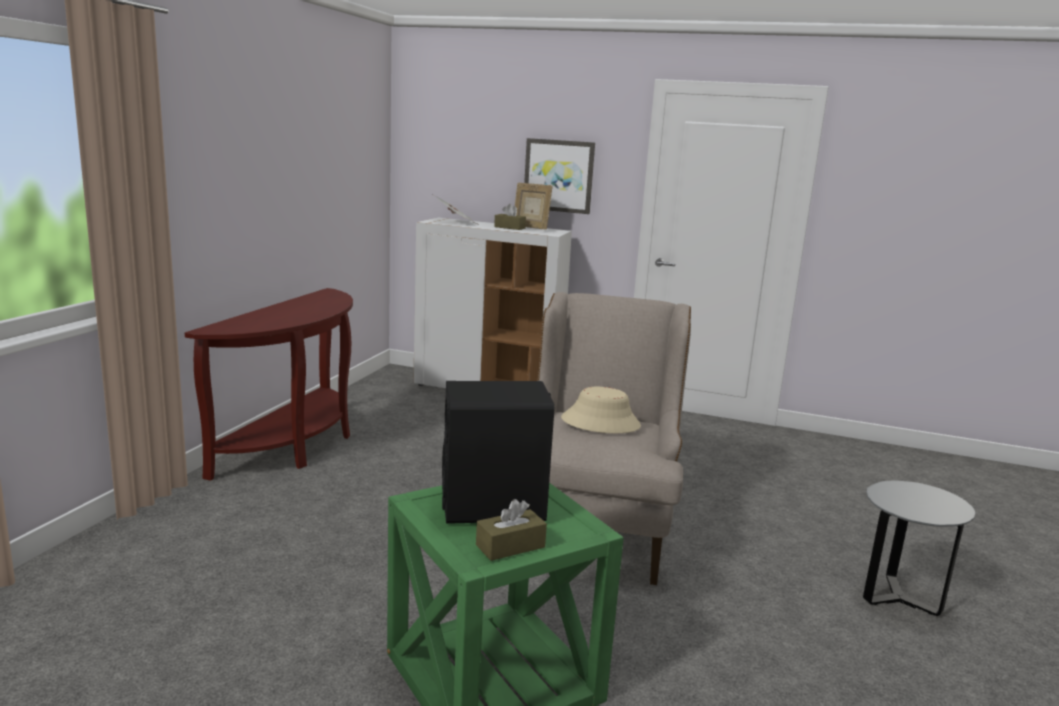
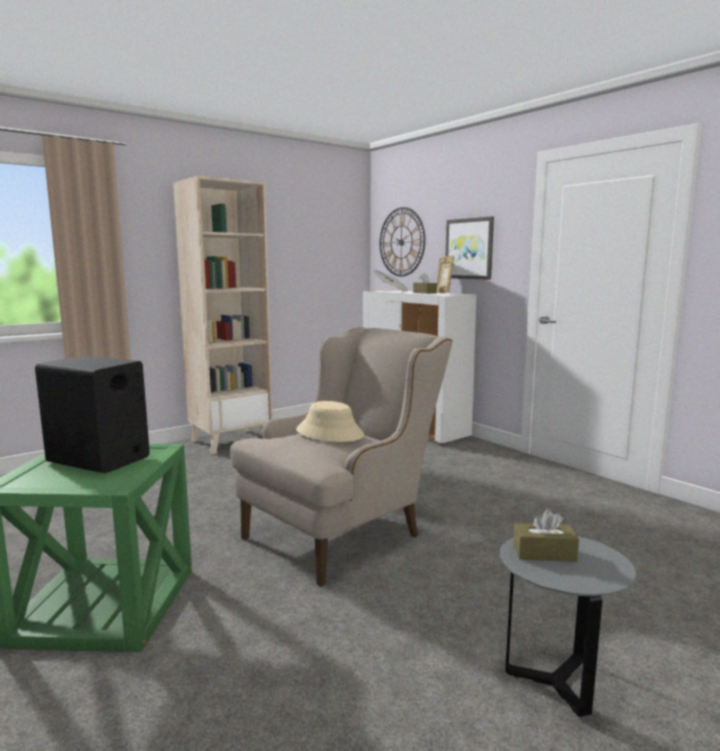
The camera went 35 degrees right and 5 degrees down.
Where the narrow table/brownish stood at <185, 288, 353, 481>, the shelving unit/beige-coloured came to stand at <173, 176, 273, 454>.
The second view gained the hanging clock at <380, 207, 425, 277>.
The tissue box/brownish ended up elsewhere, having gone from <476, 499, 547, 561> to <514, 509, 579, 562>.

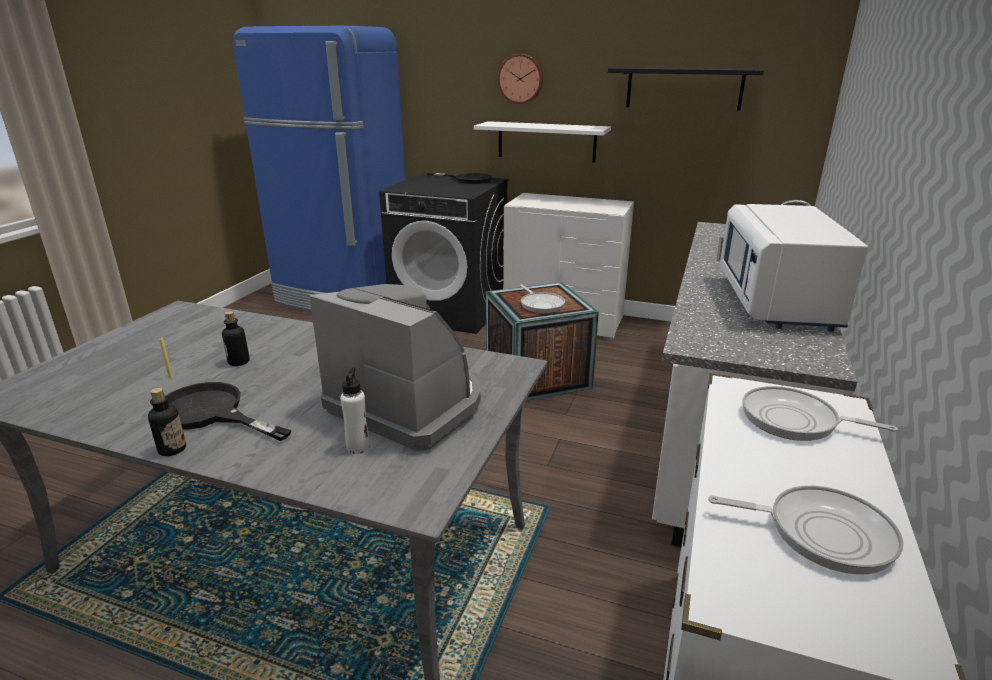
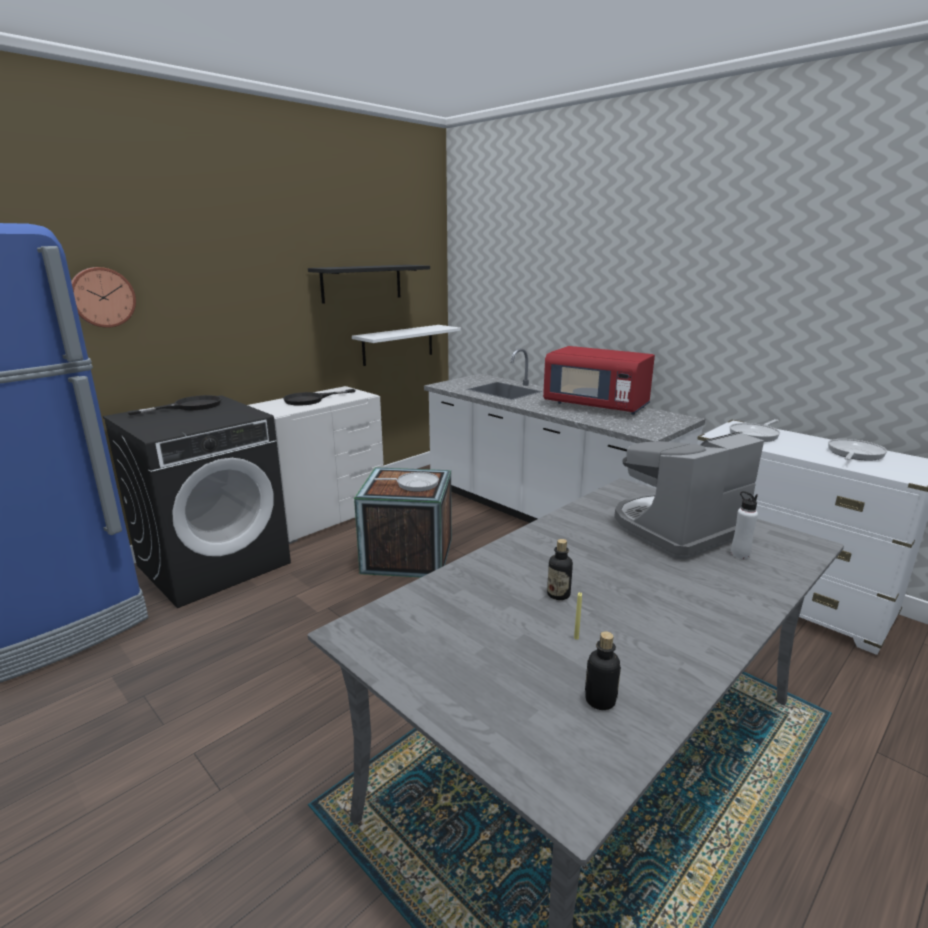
The camera went 65 degrees left and 5 degrees down.
The hanging clock ended up elsewhere, having gone from <498, 54, 543, 104> to <71, 267, 136, 328>.
The pan/black-coloured ended up elsewhere, having gone from <166, 382, 291, 441> to <283, 389, 356, 406>.
The wall shelf/whitish ended up elsewhere, having gone from <474, 121, 611, 163> to <352, 325, 461, 366>.
What was the microwave oven/whitish at <720, 204, 868, 332> turned into the microwave oven/reddish at <543, 346, 655, 415>.
The beverage bottle ended up elsewhere, having gone from <148, 388, 186, 456> to <585, 631, 621, 710>.

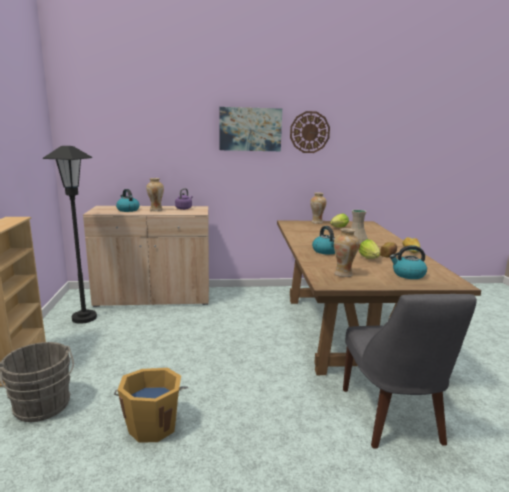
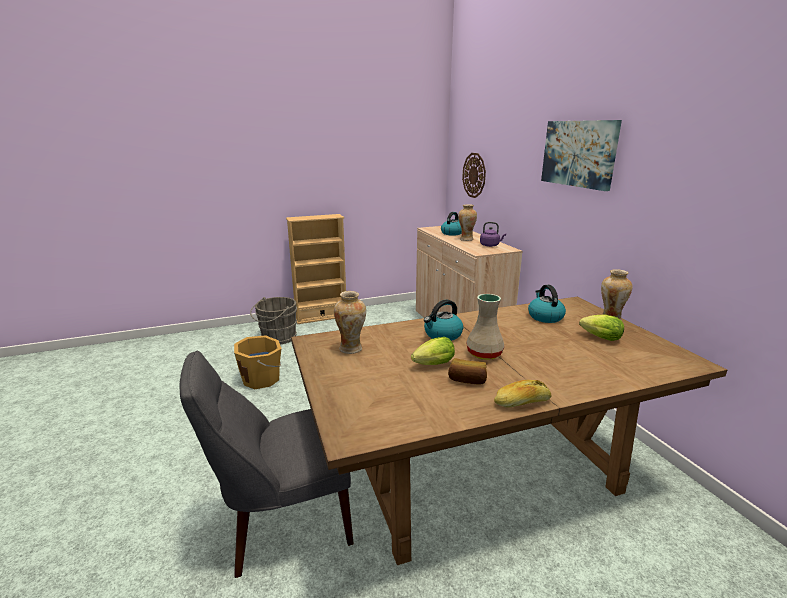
The camera went 75 degrees right and 5 degrees up.
The hanging clock ended up elsewhere, having gone from <290, 111, 330, 153> to <462, 153, 486, 198>.
The kettle ended up elsewhere, having gone from <390, 245, 427, 279> to <528, 285, 566, 323>.
The second view lost the standing lamp/black-coloured at <43, 146, 97, 324>.

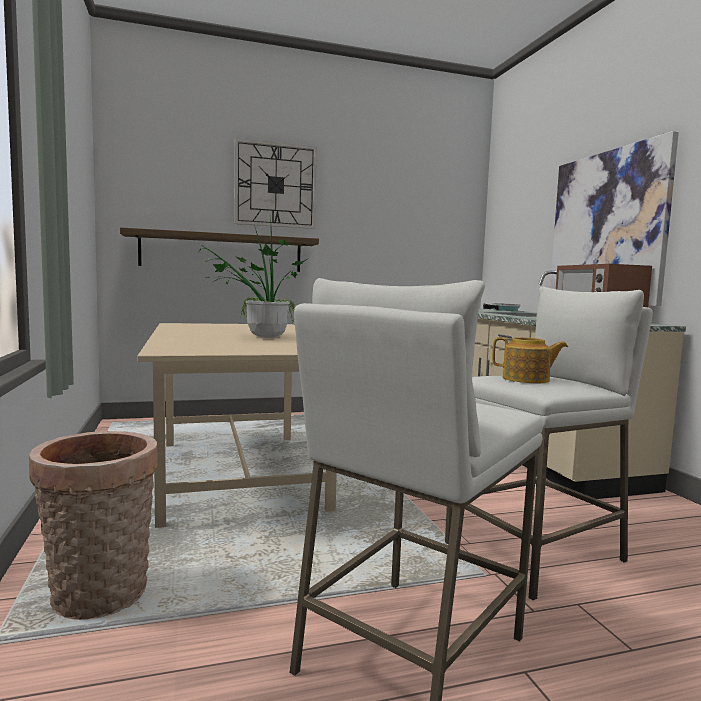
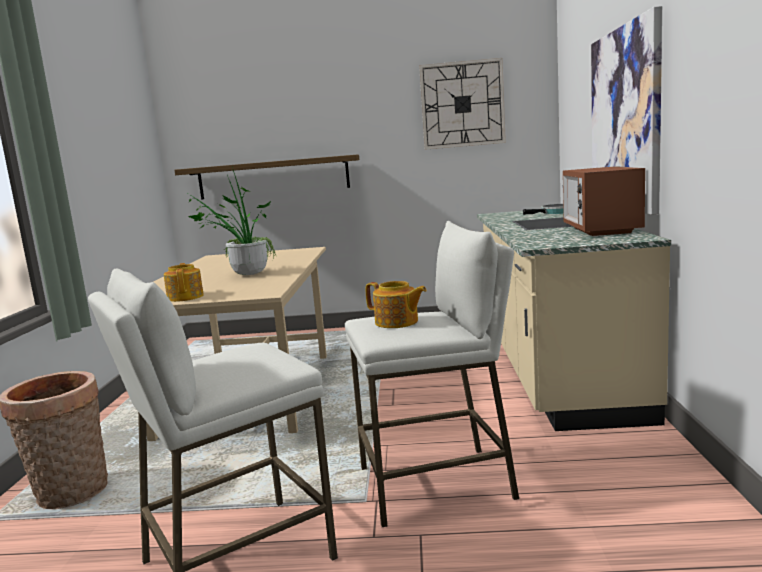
The camera went 20 degrees right and 5 degrees up.
The second view gained the tea pot at <164, 263, 204, 302>.
The hanging clock ended up elsewhere, having gone from <234, 138, 317, 229> to <419, 58, 506, 150>.

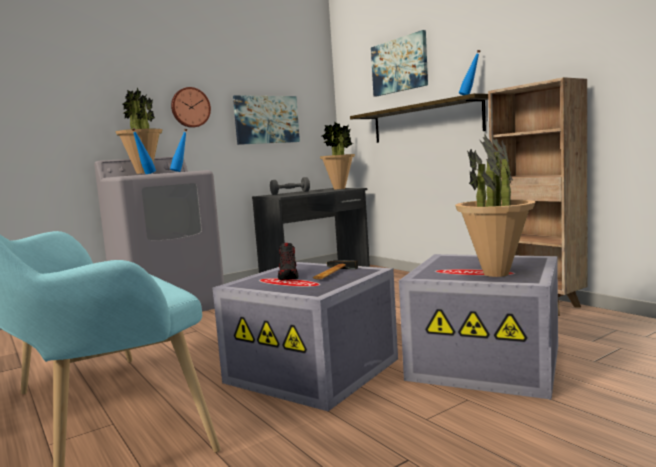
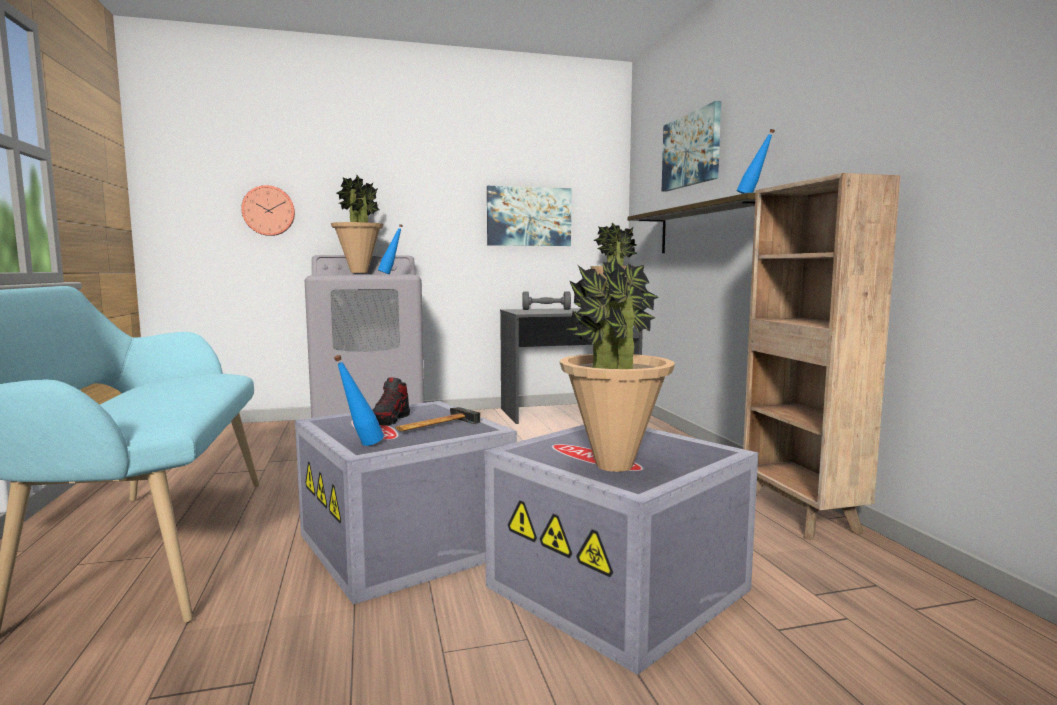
The camera went 20 degrees right and 0 degrees up.
The hanging clock ended up elsewhere, having gone from <171, 87, 211, 128> to <241, 185, 295, 236>.
The beverage bottle/blue-coloured ended up elsewhere, having gone from <132, 128, 156, 174> to <334, 355, 384, 446>.

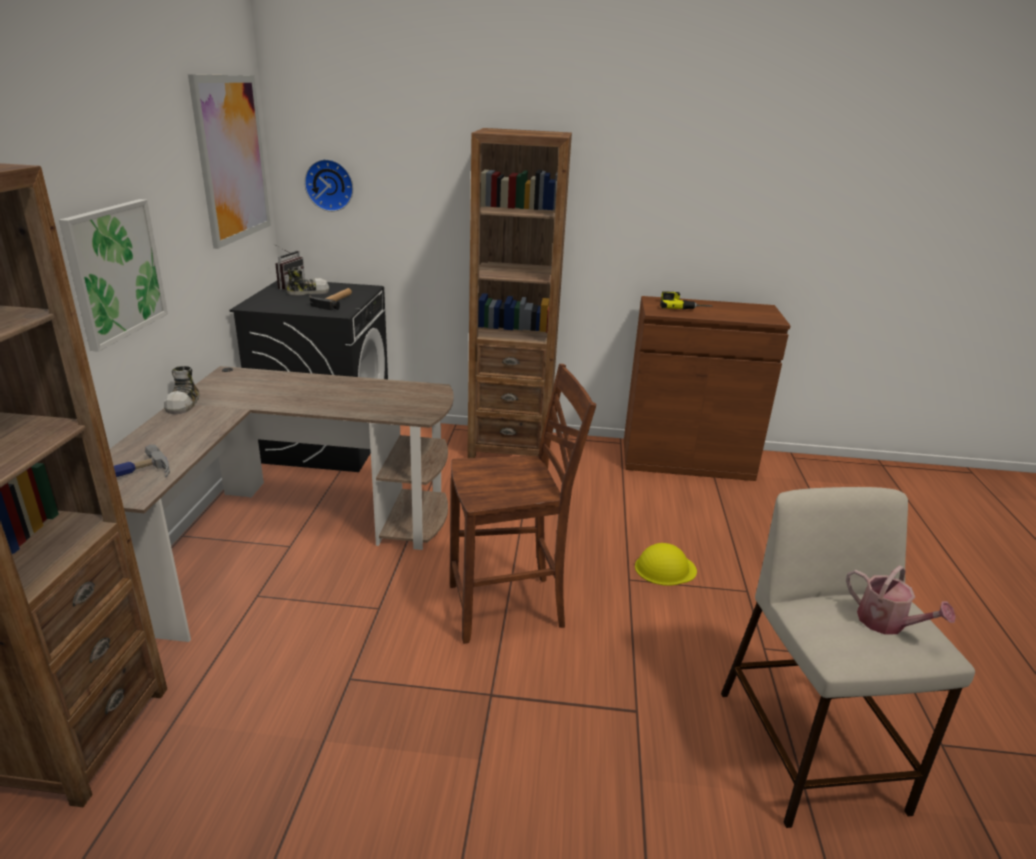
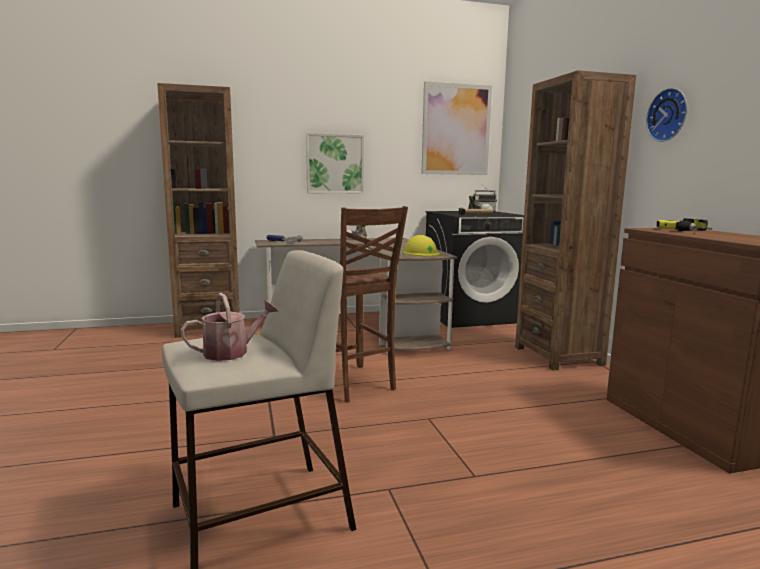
The camera went 70 degrees right and 15 degrees down.
The watering pot at <846, 565, 956, 635> ended up facing another way, 150 degrees counterclockwise from before.
The safety helmet/yellowish ended up elsewhere, having gone from <635, 543, 697, 586> to <403, 235, 441, 256>.
The hanging clock ended up elsewhere, having gone from <304, 159, 353, 212> to <646, 88, 687, 142>.

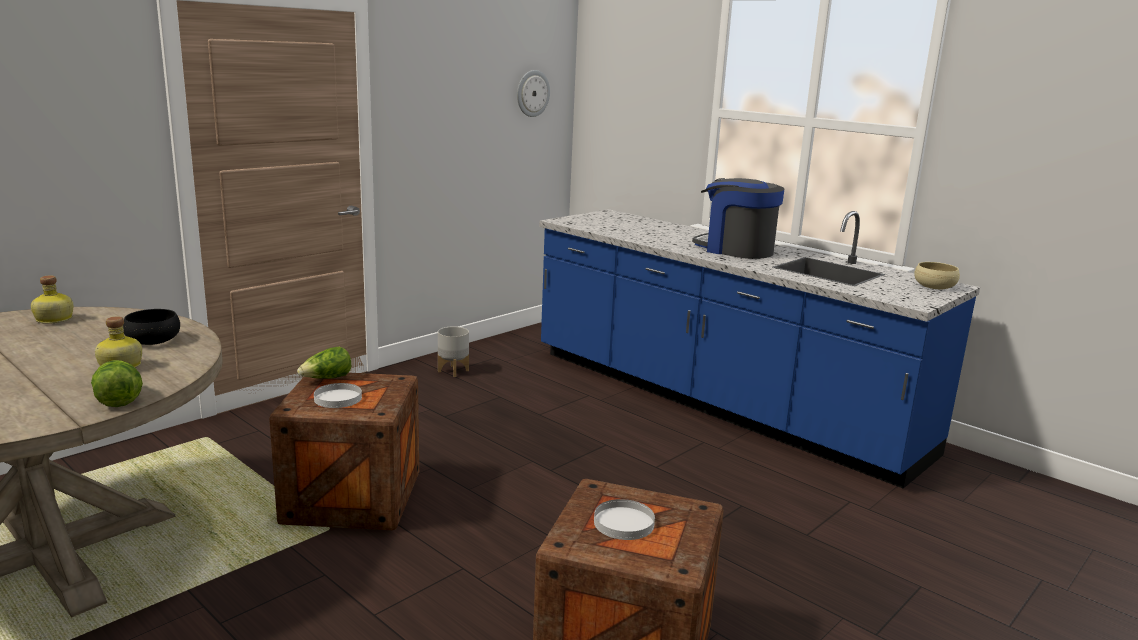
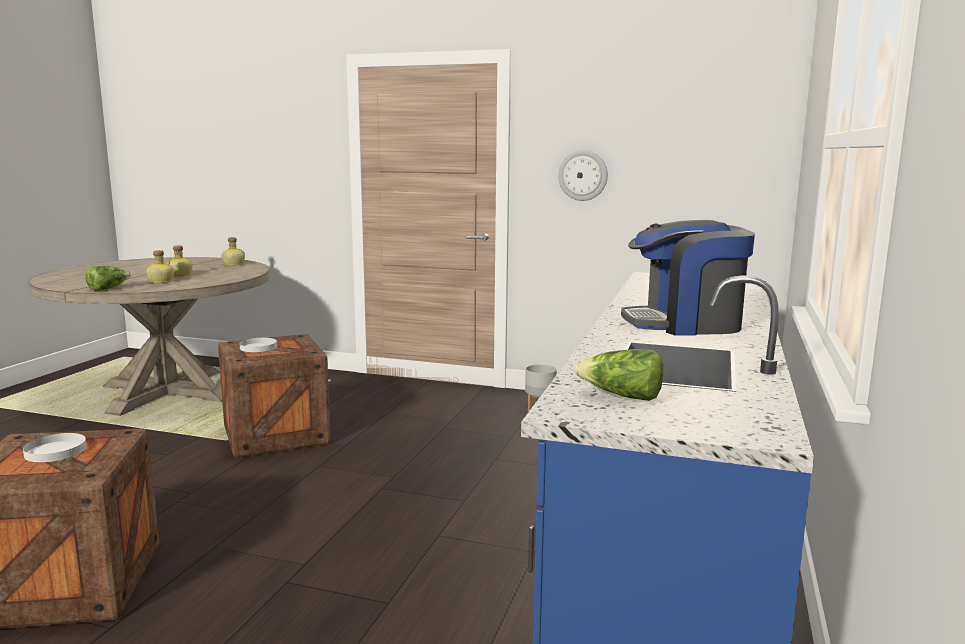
The camera went 65 degrees right and 5 degrees down.
The second view gained the beverage bottle at <166, 245, 193, 277>.
The hanging clock ended up elsewhere, having gone from <517, 70, 550, 117> to <558, 150, 608, 201>.
The lettuce head ended up elsewhere, having gone from <297, 346, 351, 379> to <574, 349, 663, 401>.
The coffee brewer at <692, 178, 784, 259> ended up facing another way, 105 degrees counterclockwise from before.
The second view lost the bowl/black-coloured at <123, 309, 180, 345>.
The second view lost the bowl/beige-coloured at <914, 262, 960, 289>.

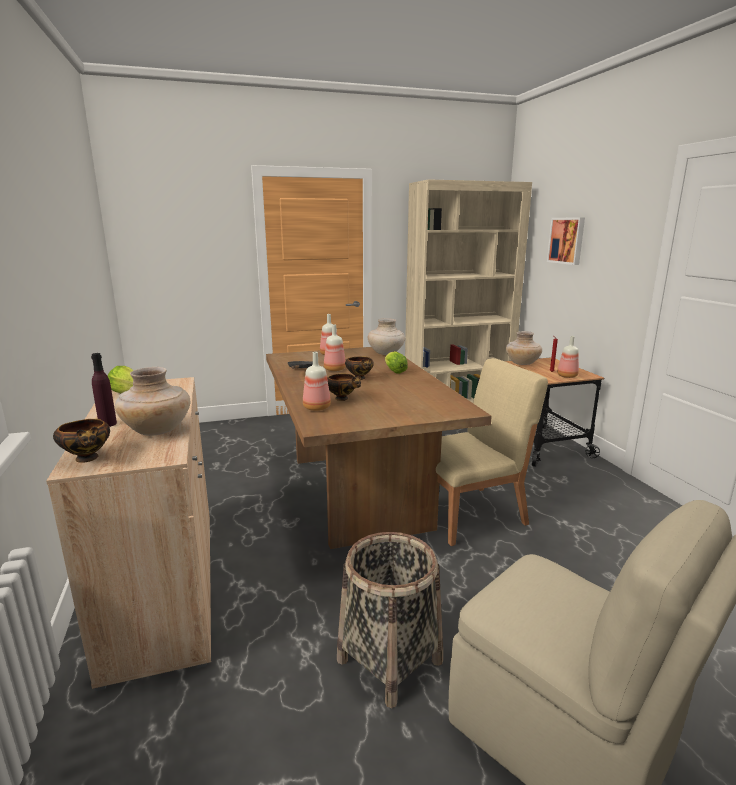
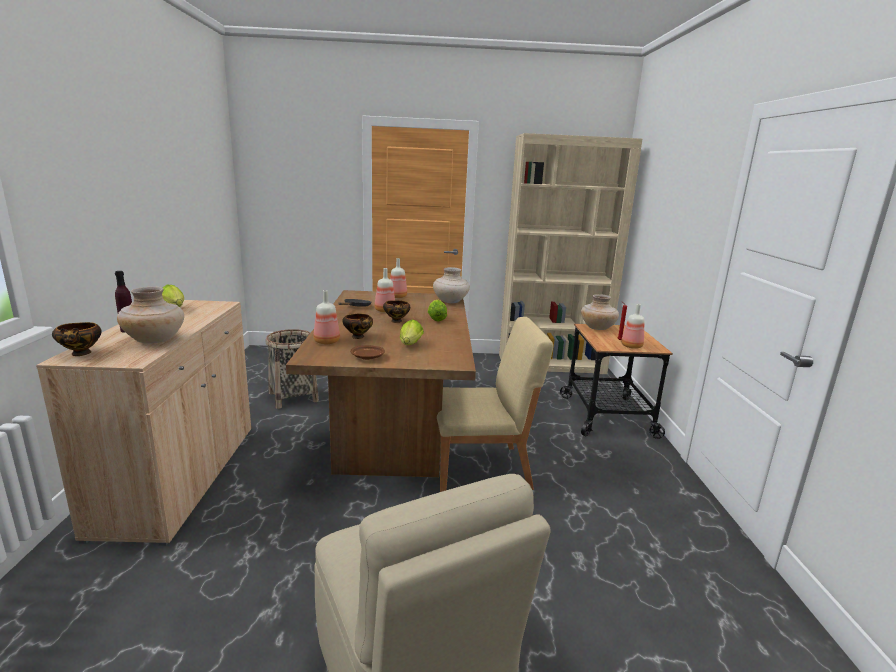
The camera went 15 degrees right and 0 degrees up.
The household basket ended up elsewhere, having gone from <337, 532, 443, 708> to <266, 329, 319, 409>.
The second view gained the dinner plate/brownish at <350, 345, 385, 360>.
The second view gained the lettuce head at <400, 320, 424, 345>.
The second view lost the wall picture at <547, 217, 585, 265>.

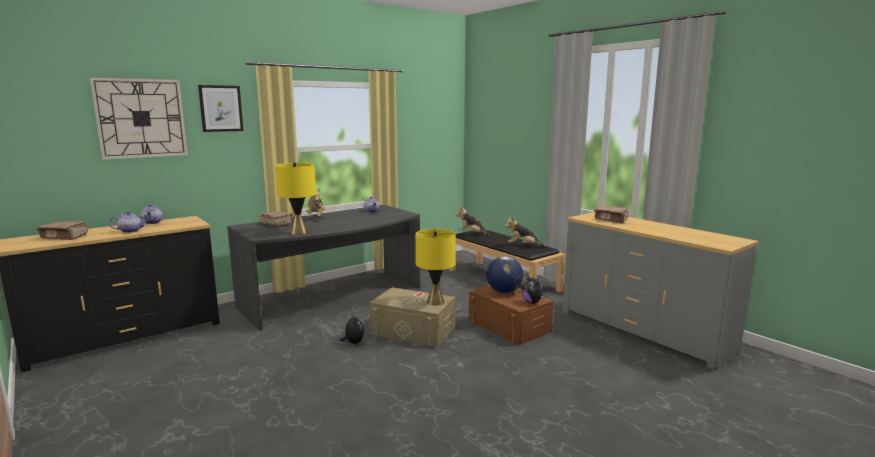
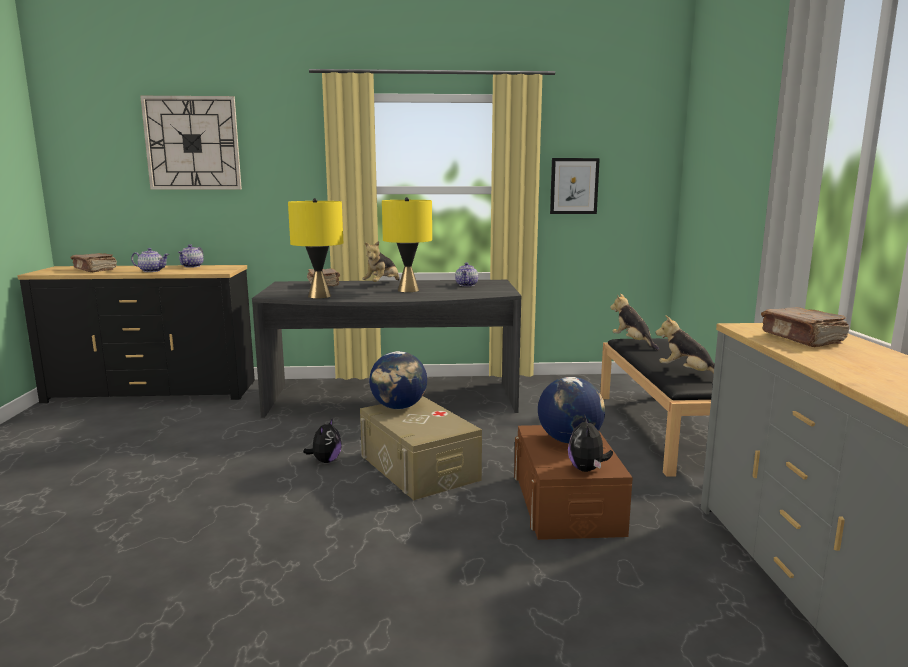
The camera went 35 degrees right and 0 degrees up.
The second view gained the desk globe at <369, 351, 427, 409>.
The lamp for a table/yellowish ended up elsewhere, having gone from <415, 229, 456, 305> to <382, 197, 432, 292>.
The wall picture ended up elsewhere, having gone from <198, 85, 243, 132> to <550, 158, 600, 214>.

